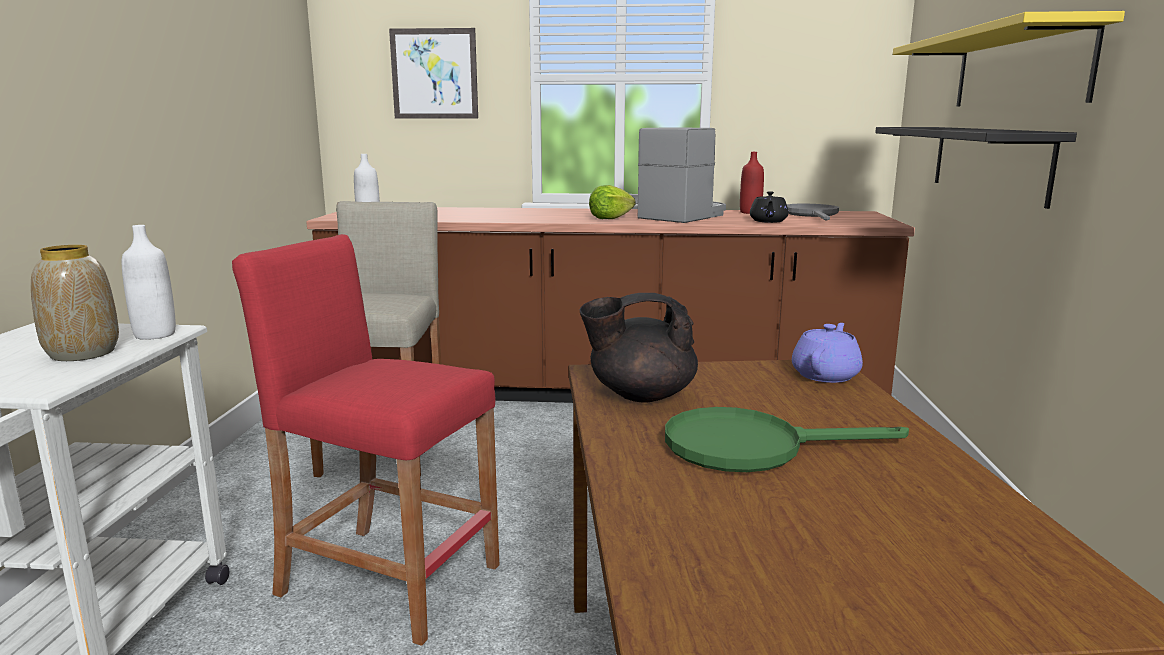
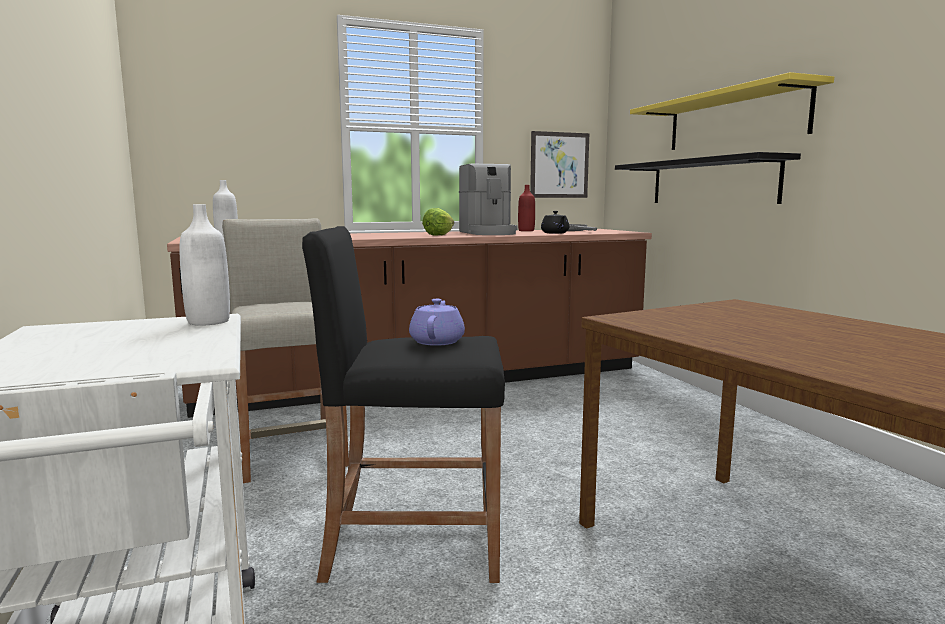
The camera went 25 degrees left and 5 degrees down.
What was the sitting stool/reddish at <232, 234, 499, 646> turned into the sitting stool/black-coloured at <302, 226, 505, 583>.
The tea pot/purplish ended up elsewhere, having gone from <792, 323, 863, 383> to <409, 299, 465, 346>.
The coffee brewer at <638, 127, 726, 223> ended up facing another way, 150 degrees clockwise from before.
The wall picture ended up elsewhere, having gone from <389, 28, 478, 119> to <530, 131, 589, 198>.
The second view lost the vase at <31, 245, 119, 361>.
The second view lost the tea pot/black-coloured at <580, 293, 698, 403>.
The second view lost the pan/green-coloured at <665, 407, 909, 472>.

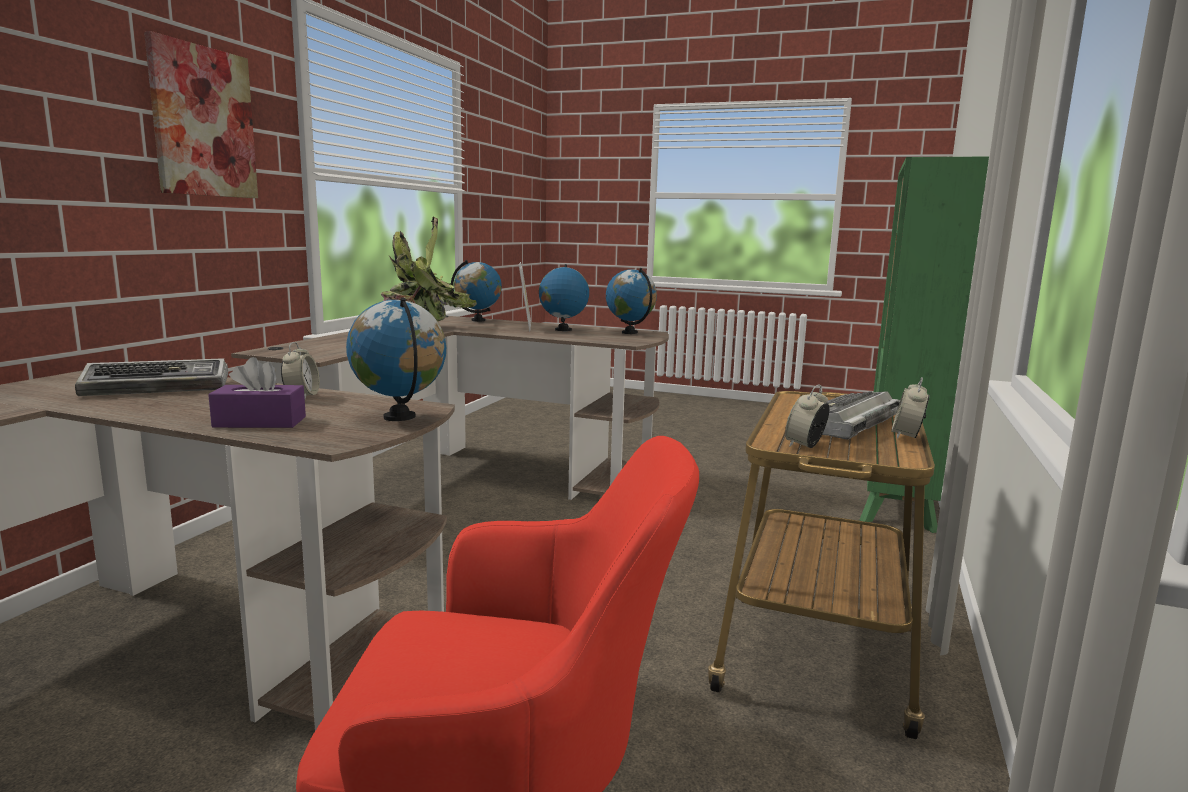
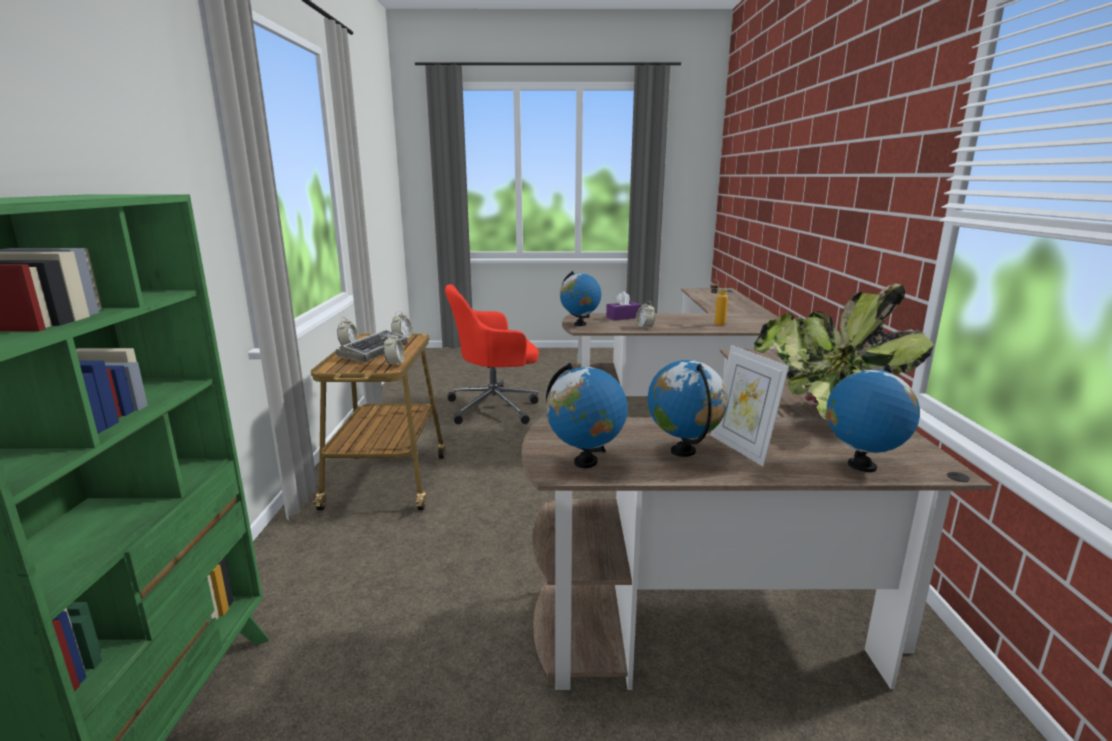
The camera went 160 degrees right and 5 degrees up.
The second view gained the table clock at <383, 332, 404, 366>.
Where the PC keyboard stood at <75, 358, 228, 396>, the beverage bottle came to stand at <711, 280, 728, 326>.
The second view lost the wall picture at <144, 31, 258, 198>.

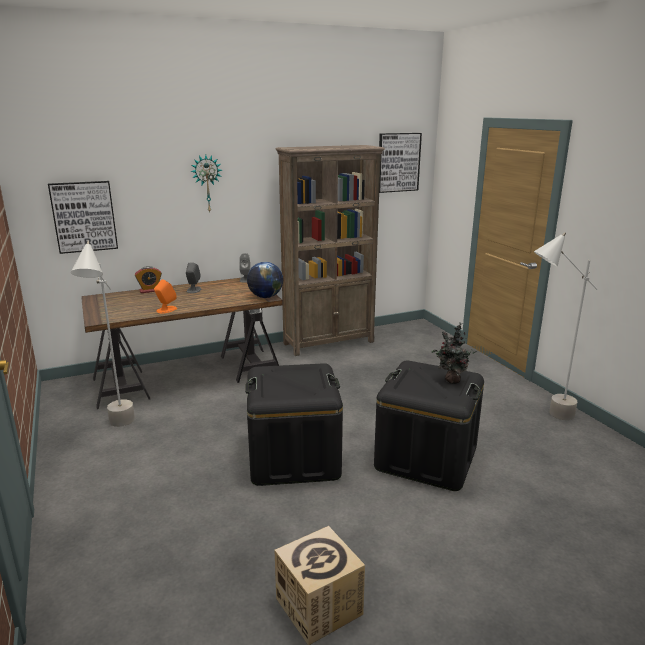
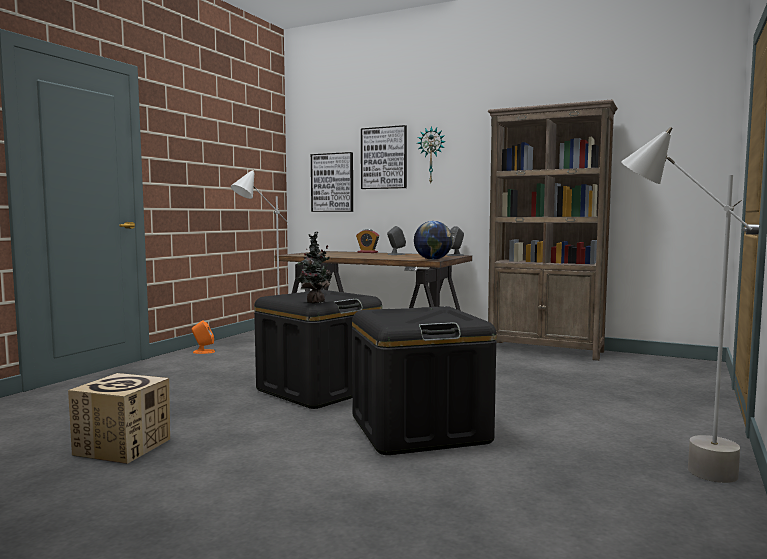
The camera went 50 degrees right and 15 degrees down.
The loudspeaker/orange-coloured ended up elsewhere, having gone from <154, 279, 177, 314> to <192, 321, 215, 354>.
The houseplant ended up elsewhere, having gone from <432, 322, 477, 384> to <295, 231, 332, 303>.
The wall picture ended up elsewhere, having gone from <379, 133, 422, 193> to <361, 125, 407, 189>.

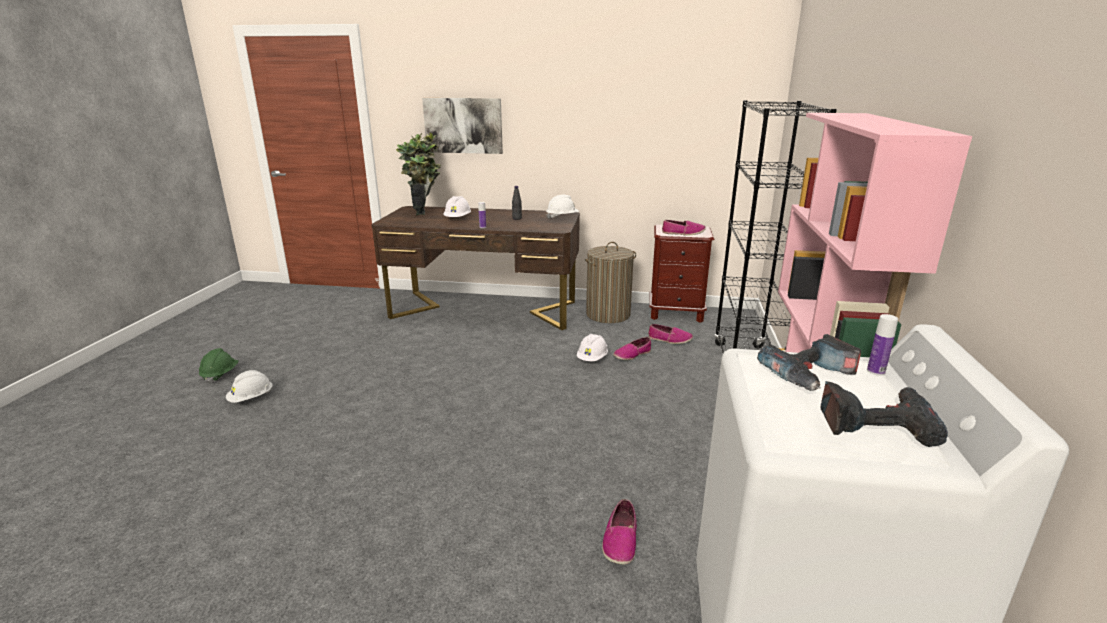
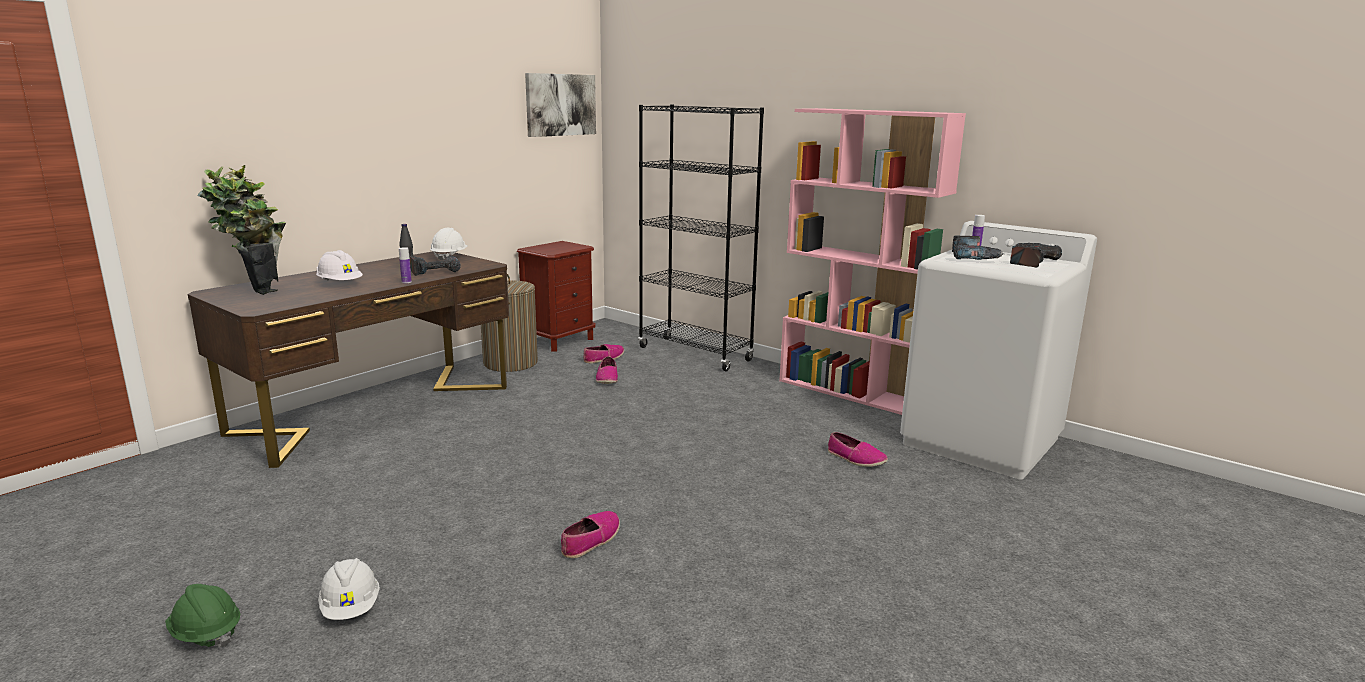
The camera went 60 degrees left and 5 degrees down.
The second view gained the electric drill at <410, 255, 461, 276>.
The wall picture ended up elsewhere, having gone from <422, 98, 503, 154> to <525, 73, 596, 137>.
The low shoe ended up elsewhere, having gone from <662, 220, 706, 235> to <561, 511, 620, 558>.
The second view lost the safety helmet/whitish at <577, 334, 608, 361>.

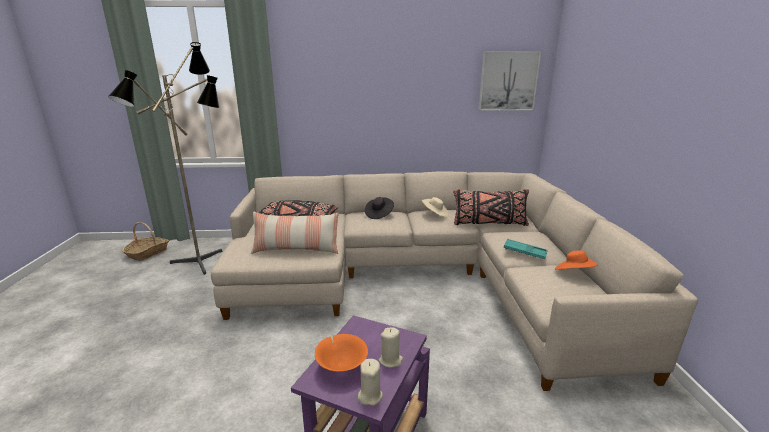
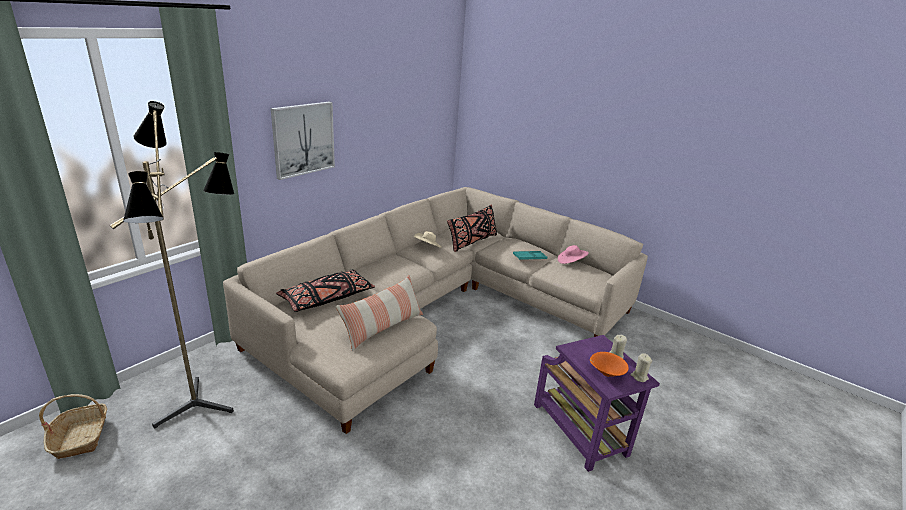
The camera went 50 degrees left and 5 degrees up.
The wall picture ended up elsewhere, having gone from <479, 51, 541, 111> to <271, 102, 335, 180>.
What was the hat/orange-coloured at <555, 250, 598, 270> turned into the hat/pink at <558, 245, 589, 264>.
The second view lost the hat/black-coloured at <365, 197, 394, 219>.

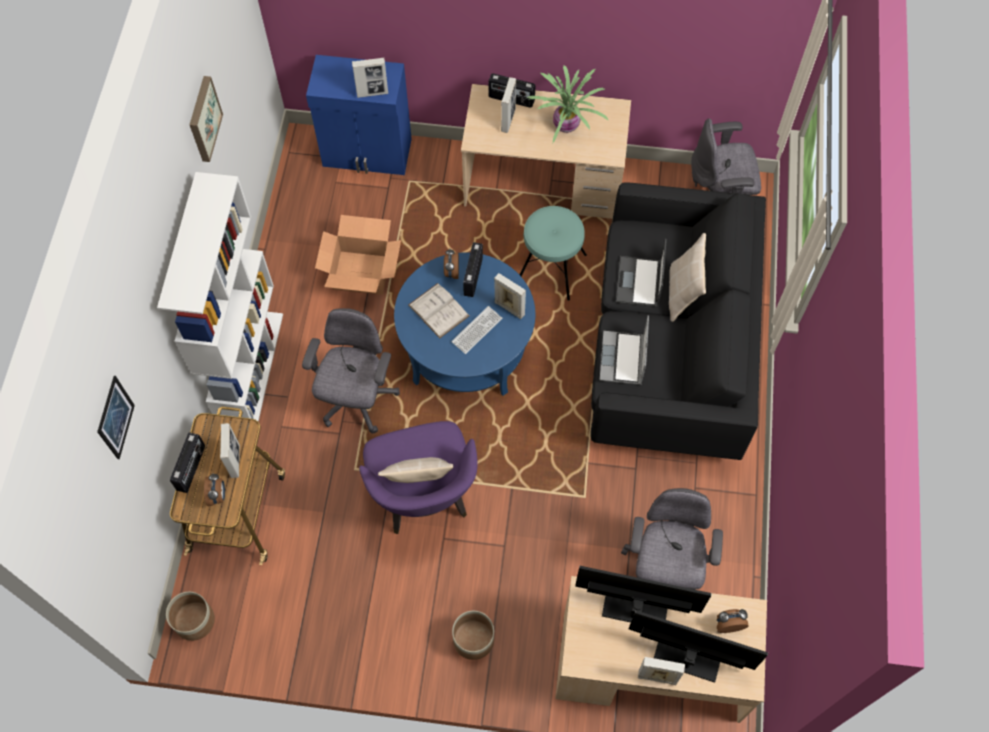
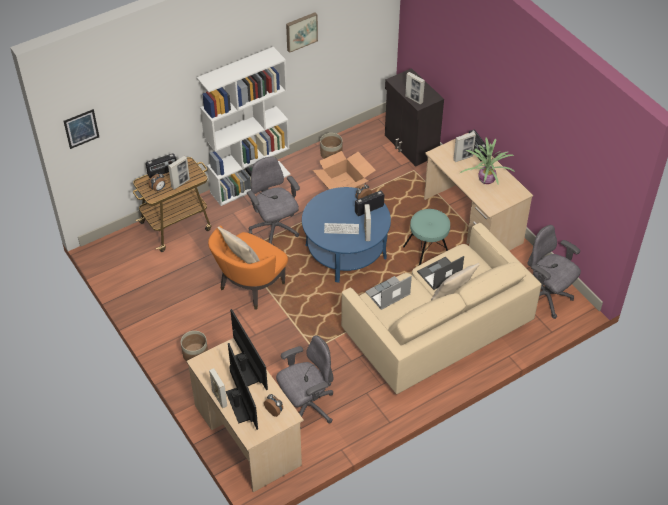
The camera went 50 degrees right and 15 degrees down.
The wall picture ended up elsewhere, having gone from <97, 376, 135, 459> to <64, 109, 99, 149>.
What was the armchair/purplish at <359, 421, 478, 534> turned into the armchair/orange-coloured at <208, 226, 288, 309>.
The office chair/gray at <302, 308, 400, 433> ended up facing another way, 90 degrees counterclockwise from before.
The planter ended up elsewhere, having gone from <166, 592, 215, 641> to <320, 133, 342, 159>.
What was the sofa/black-coloured at <591, 182, 766, 460> turned into the sofa/beige-coloured at <341, 223, 542, 394>.
What was the storage cabinet/blue-coloured at <306, 55, 412, 175> turned into the storage cabinet/black-coloured at <385, 68, 444, 167>.
The second view lost the book/whitish at <408, 283, 469, 338>.

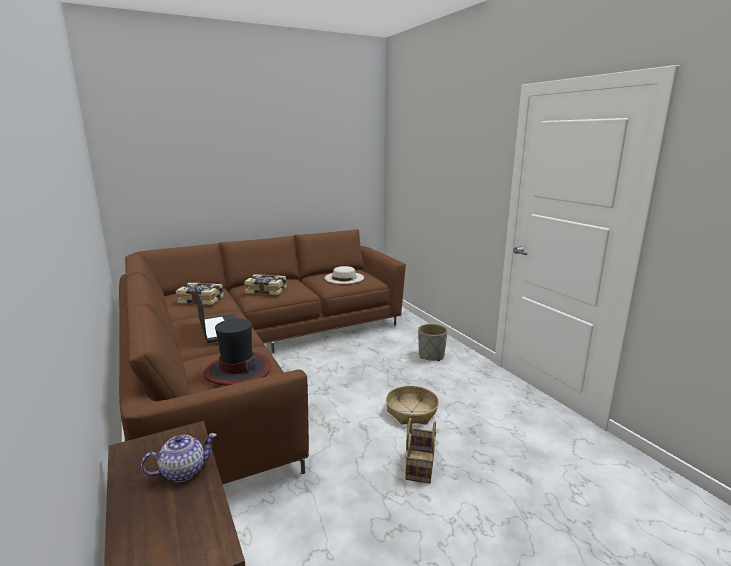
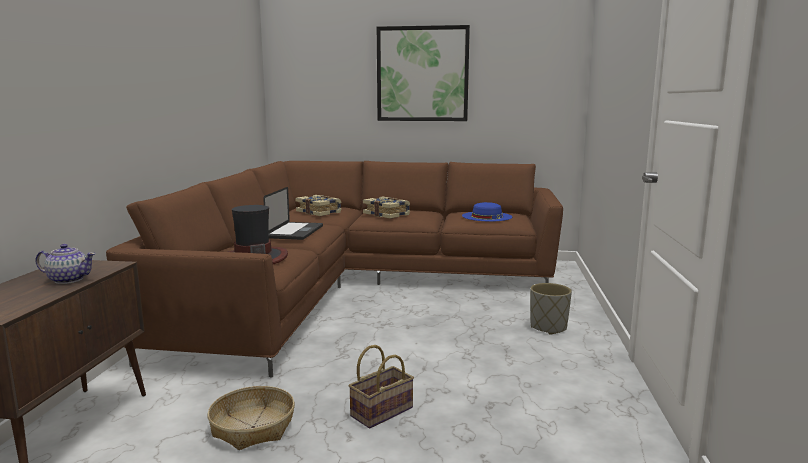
The camera went 35 degrees right and 5 degrees down.
The household basket ended up elsewhere, having gone from <386, 386, 439, 425> to <207, 386, 295, 450>.
The second view gained the wall picture at <377, 25, 470, 121>.
What was the hat/whitish at <325, 266, 364, 284> turned into the hat/blue-coloured at <462, 202, 512, 222>.

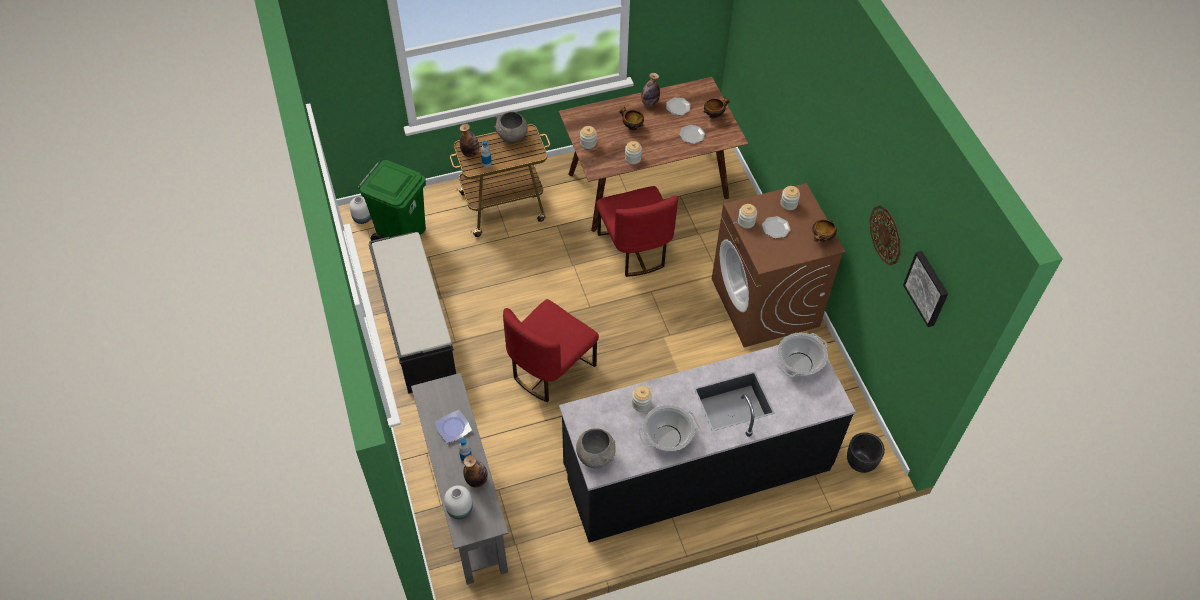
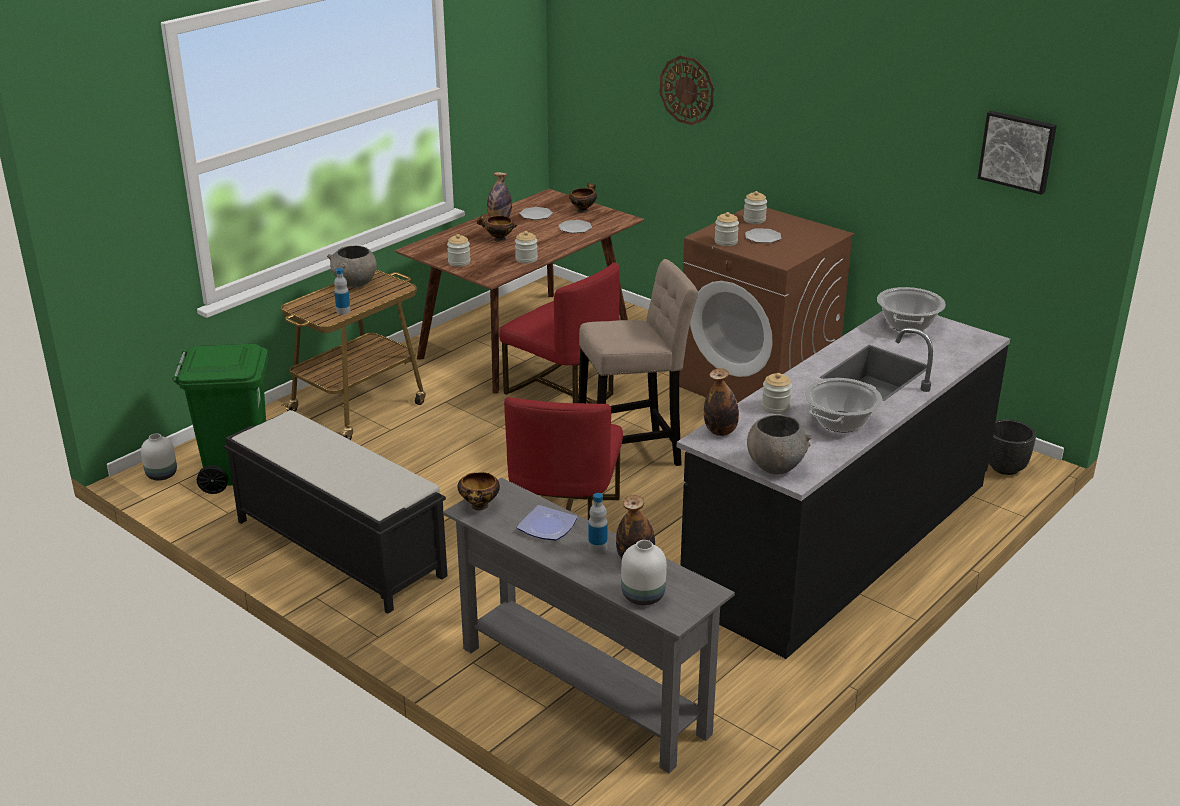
The camera went 30 degrees left and 25 degrees down.
The bowl ended up elsewhere, having gone from <812, 220, 837, 242> to <458, 472, 500, 510>.
The second view gained the sitting stool/beige-coloured at <578, 259, 698, 466>.
The hanging clock ended up elsewhere, having gone from <870, 205, 901, 266> to <660, 55, 714, 125>.
The beverage bottle ended up elsewhere, having gone from <460, 124, 479, 157> to <704, 368, 739, 436>.

